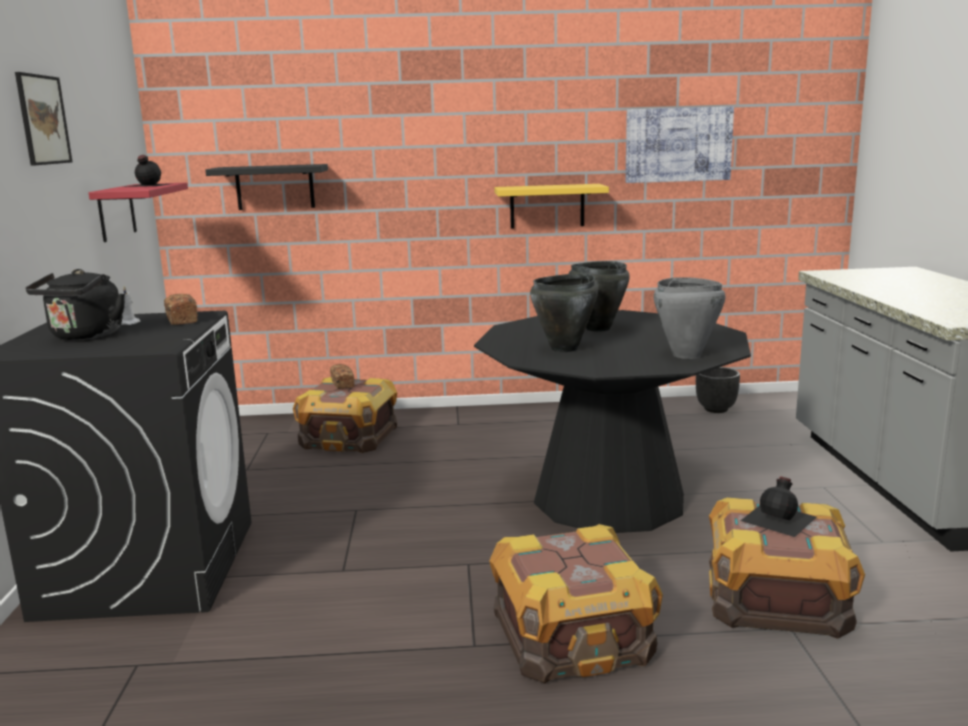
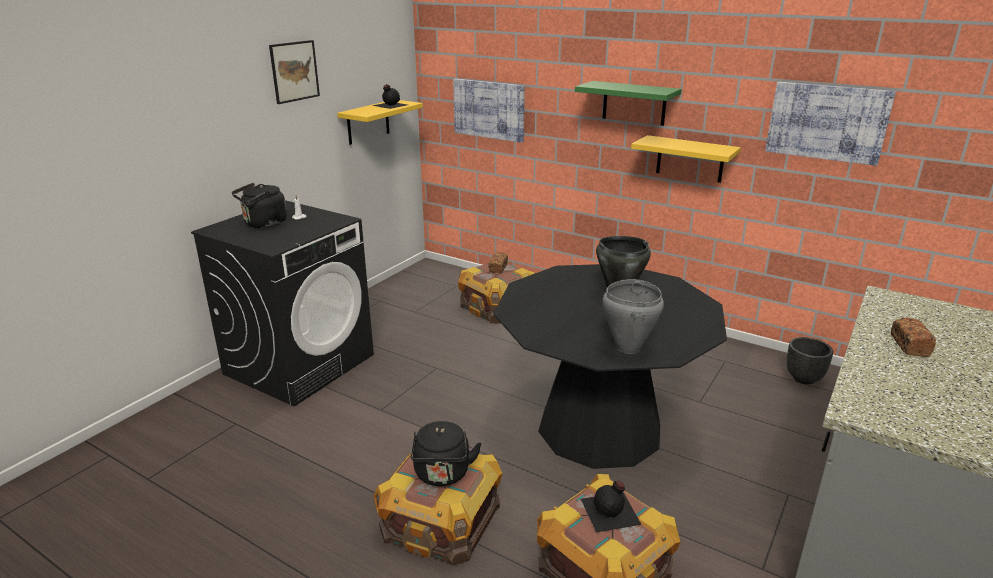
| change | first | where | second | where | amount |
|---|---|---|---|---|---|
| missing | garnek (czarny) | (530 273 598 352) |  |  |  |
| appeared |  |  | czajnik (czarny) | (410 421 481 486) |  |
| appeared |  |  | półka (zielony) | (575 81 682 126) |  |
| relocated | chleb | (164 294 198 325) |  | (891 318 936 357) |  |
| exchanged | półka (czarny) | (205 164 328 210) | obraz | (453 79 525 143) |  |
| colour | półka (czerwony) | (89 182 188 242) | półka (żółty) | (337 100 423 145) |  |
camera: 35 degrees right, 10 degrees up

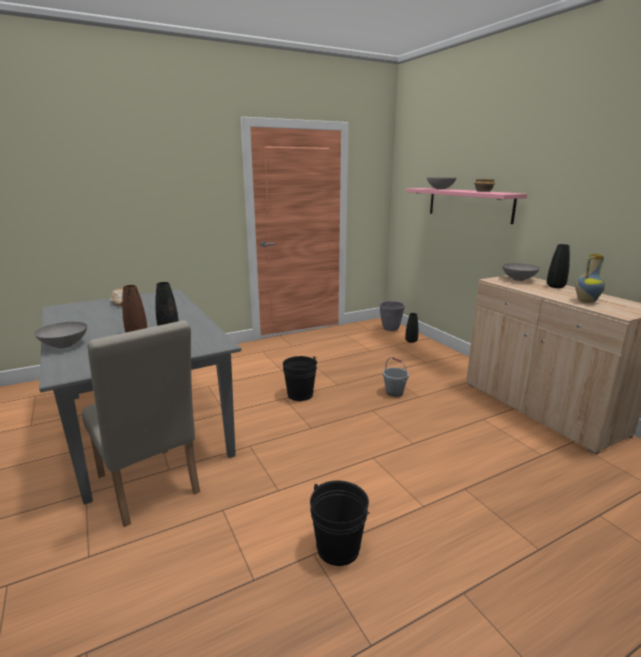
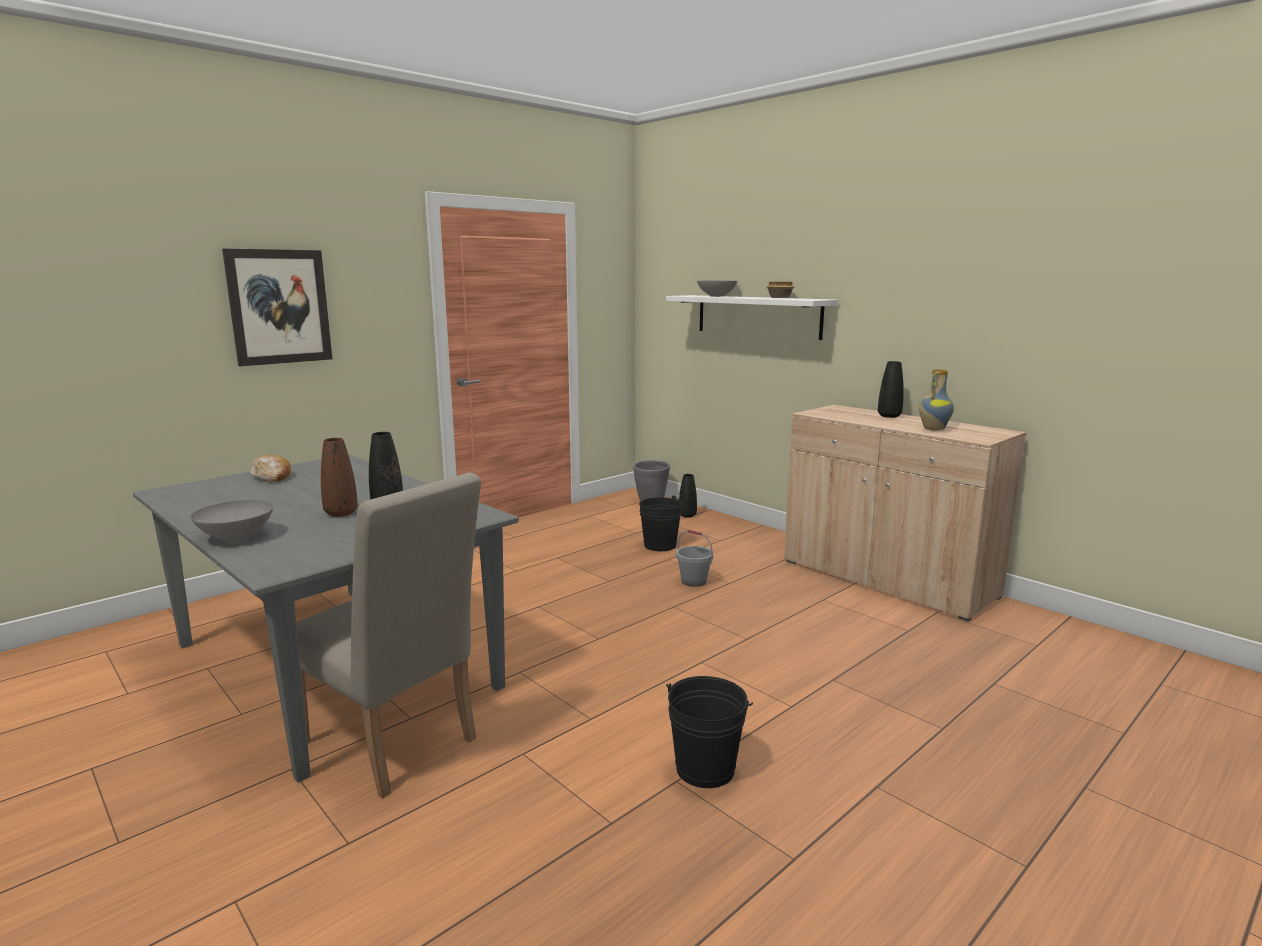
| change | first | where | second | where | amount |
|---|---|---|---|---|---|
| missing | miska (szary) | (502 263 540 281) |  |  |  |
| appeared |  |  | obraz | (222 249 332 366) |  |
| relocated | wiadro (czarny) | (283 356 317 401) |  | (639 495 682 551) |  |
| colour | półka (różowy) | (406 188 527 224) | półka (biały) | (666 295 838 340) |  |
camera: 15 degrees left, 5 degrees down

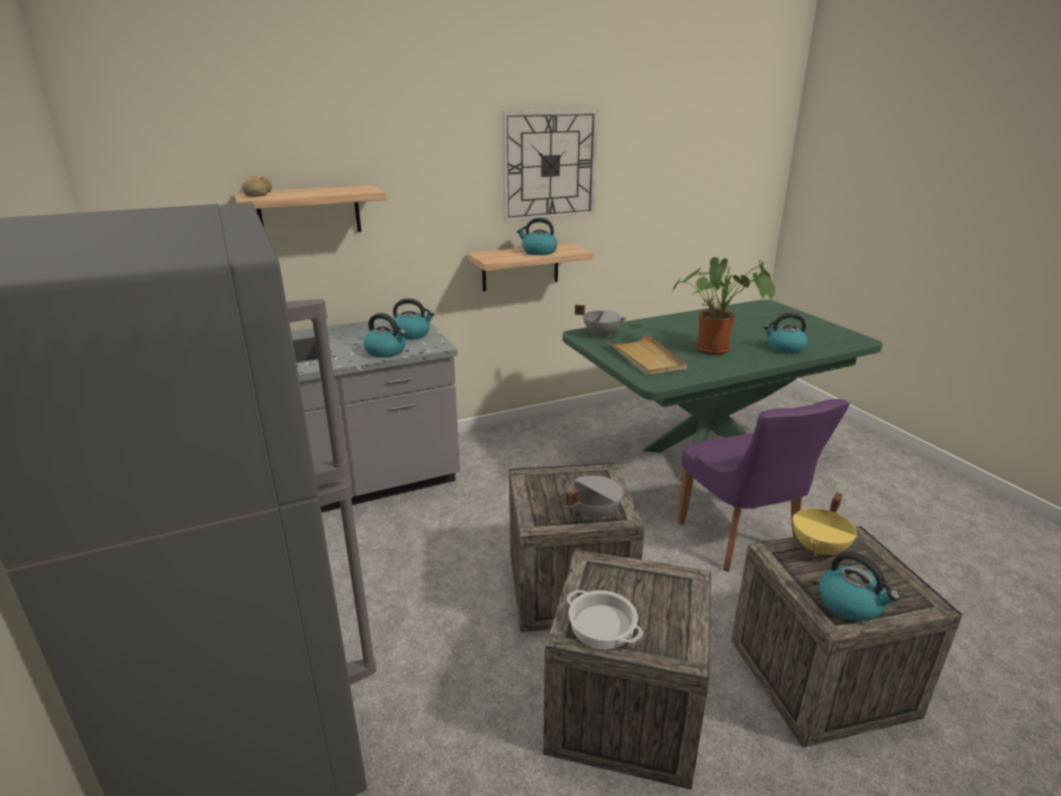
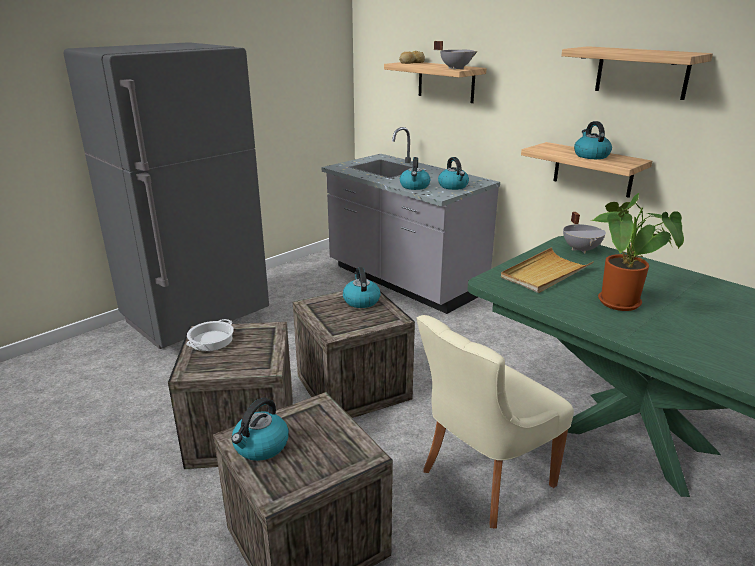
| change | first | where | second | where | amount |
|---|---|---|---|---|---|
| missing | garnek (żółty) | (793 493 857 556) |  |  |  |
| relocated | garnek (szary) | (566 476 623 519) |  | (434 41 478 70) |  |
| relocated | czajnik | (764 313 808 353) |  | (343 267 380 308) |  |
| exchanged | zegar ścienny | (502 110 598 222) | półka | (561 46 713 100) |  |
| colour | krzesło (fioletowy) | (678 399 850 572) | krzesło (beżowy) | (416 315 574 529) |  |
camera: 70 degrees right, 0 degrees up

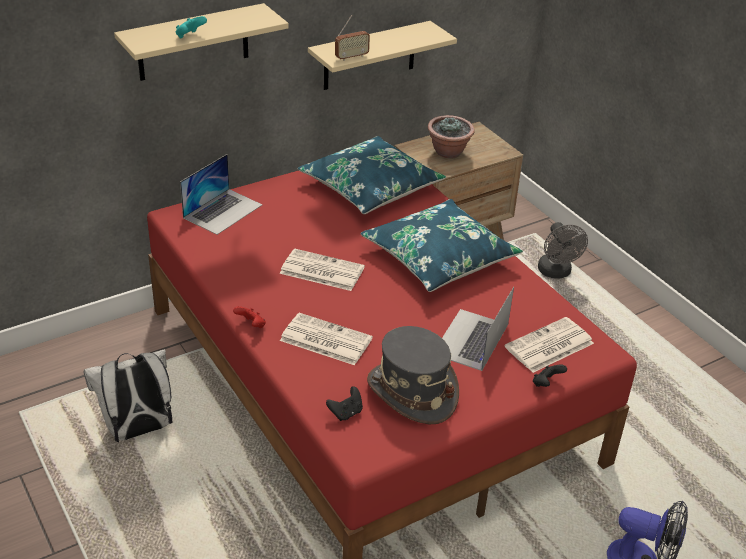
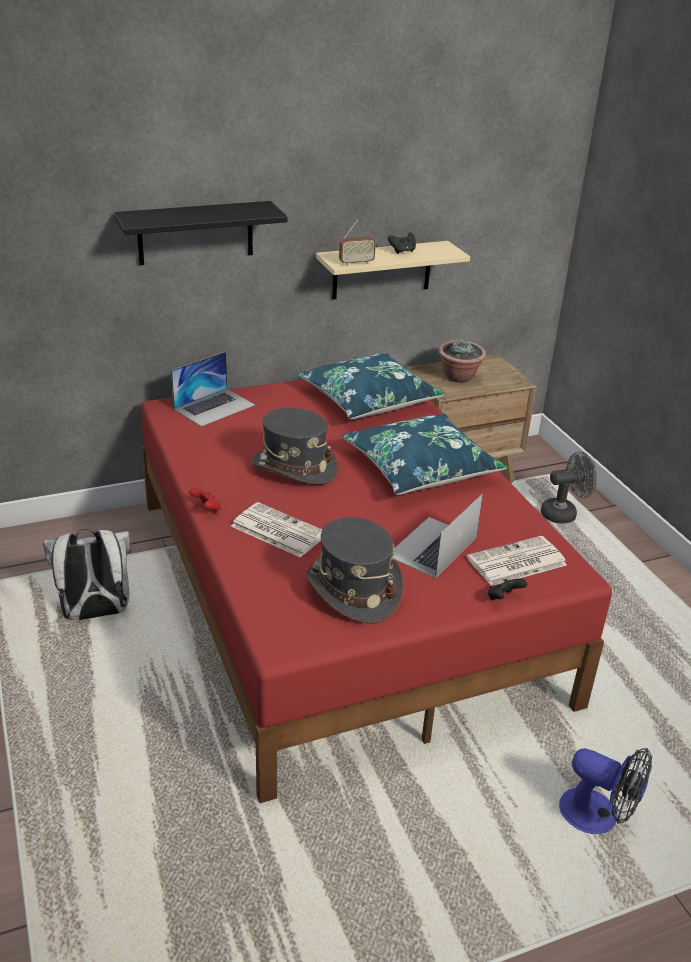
| change | first | where | second | where | amount |
|---|---|---|---|---|---|
| missing | pad do gier (turkusowy) | (176 16 207 39) |  |  |  |
| relocated | pad do gier (czarny) | (326 386 363 421) |  | (388 232 416 254) |  |
| exchanged | gazeta | (280 249 365 291) | kapelusz (szary) | (251 408 338 485) |  |
| colour | półka (beżowy) | (114 3 289 81) | półka (czarny) | (114 201 288 265) |  |
| spun | wentylator (szary) | (538 222 588 278) |  | (541 452 597 524) | 105 degrees counterclockwise |
camera: 10 degrees right, 5 degrees down

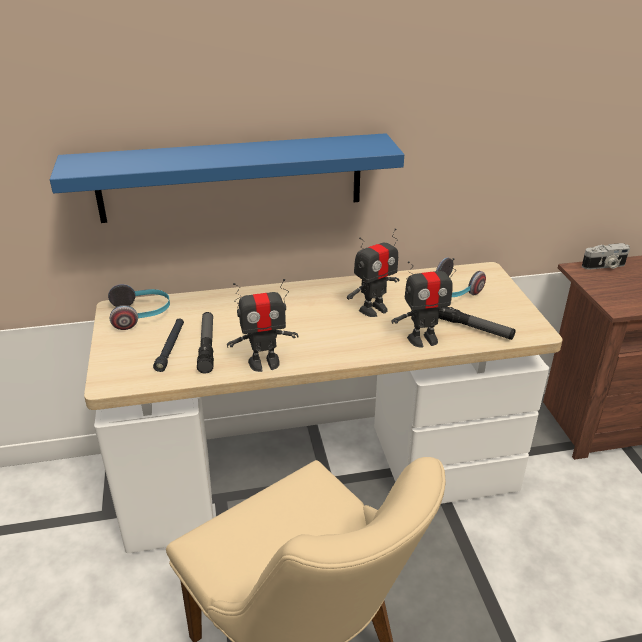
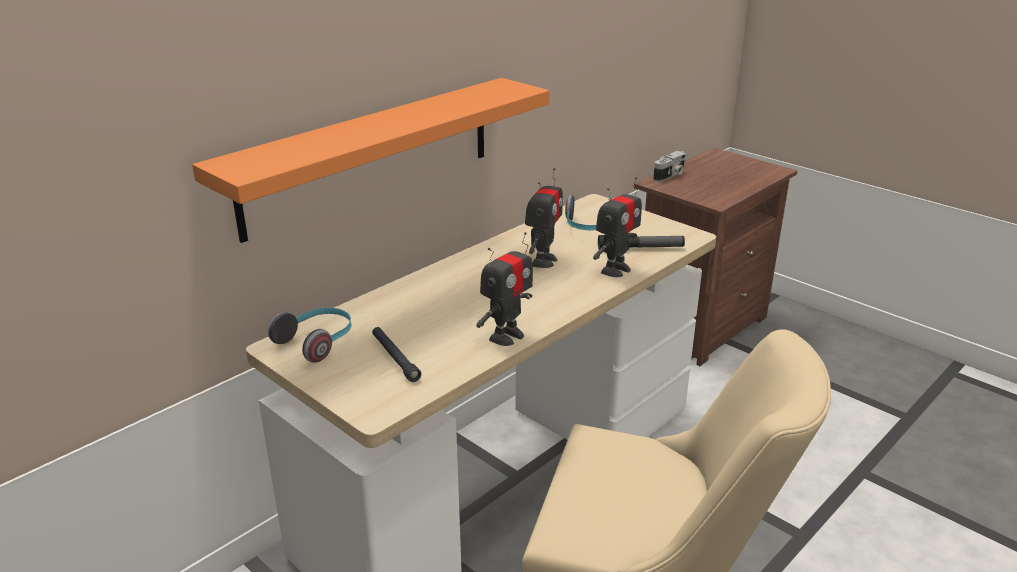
| change | first | where | second | where | amount |
|---|---|---|---|---|---|
| missing | latarka | (197 312 214 374) |  |  |  |
| colour | półka (niebieski) | (50 133 404 223) | półka (pomarańczowy) | (192 78 550 243) |  |
camera: 35 degrees left, 5 degrees down

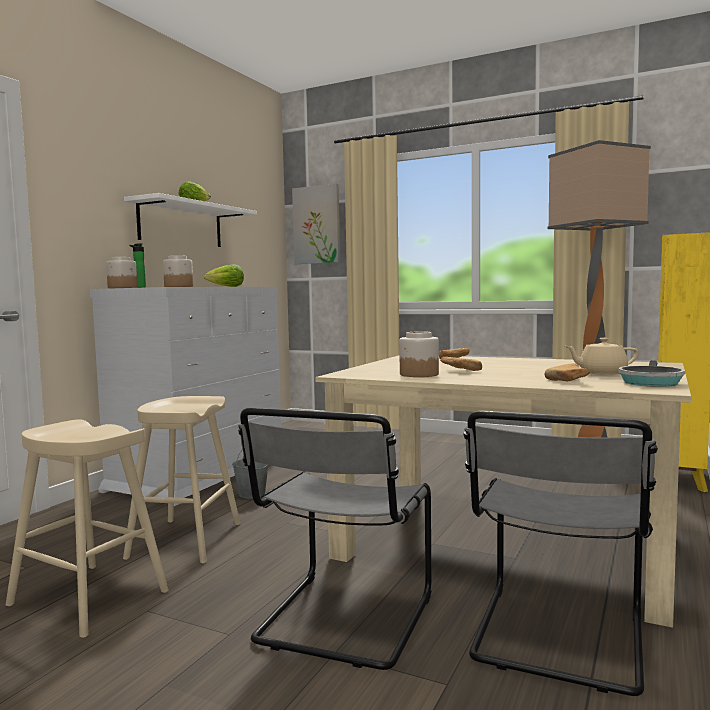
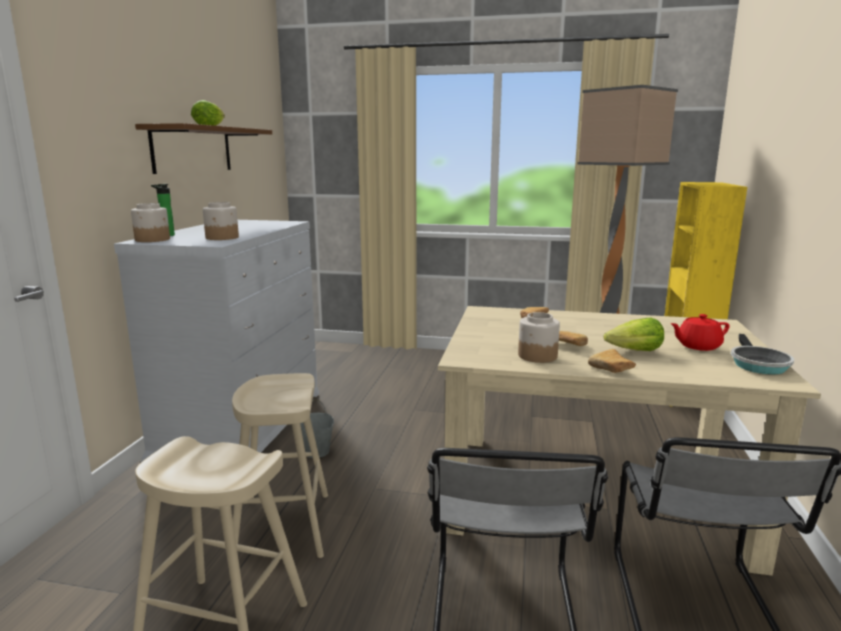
| change | first | where | second | where | amount |
|---|---|---|---|---|---|
| missing | obraz | (292 184 340 264) |  |  |  |
| relocated | sałata | (204 265 244 287) |  | (604 318 664 351) |  |
| relocated | chleb | (545 363 590 381) |  | (588 349 636 373) |  |
| colour | półka (biały) | (124 193 257 247) | półka (brązowy) | (135 123 272 174) |  |
| colour | imbryk (beżowy) | (565 338 639 375) | imbryk (czerwony) | (671 314 729 351) |  |
camera: 15 degrees left, 10 degrees up

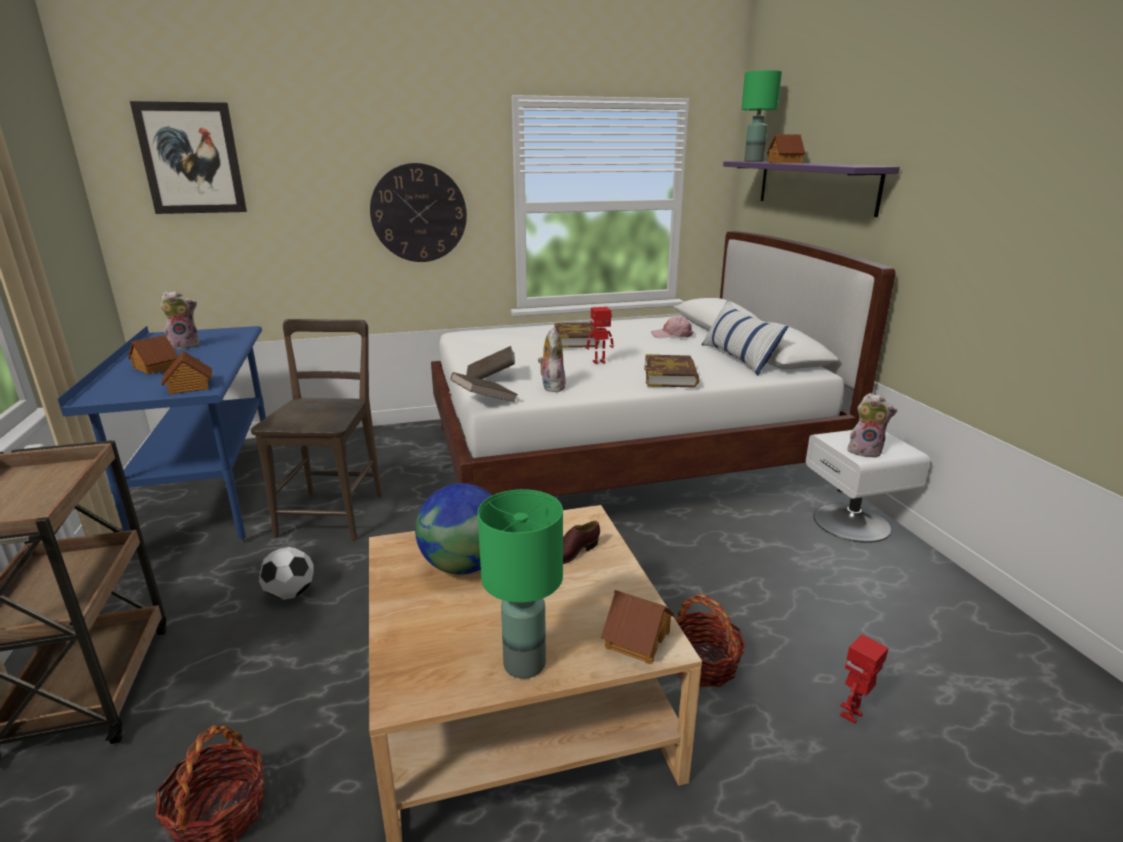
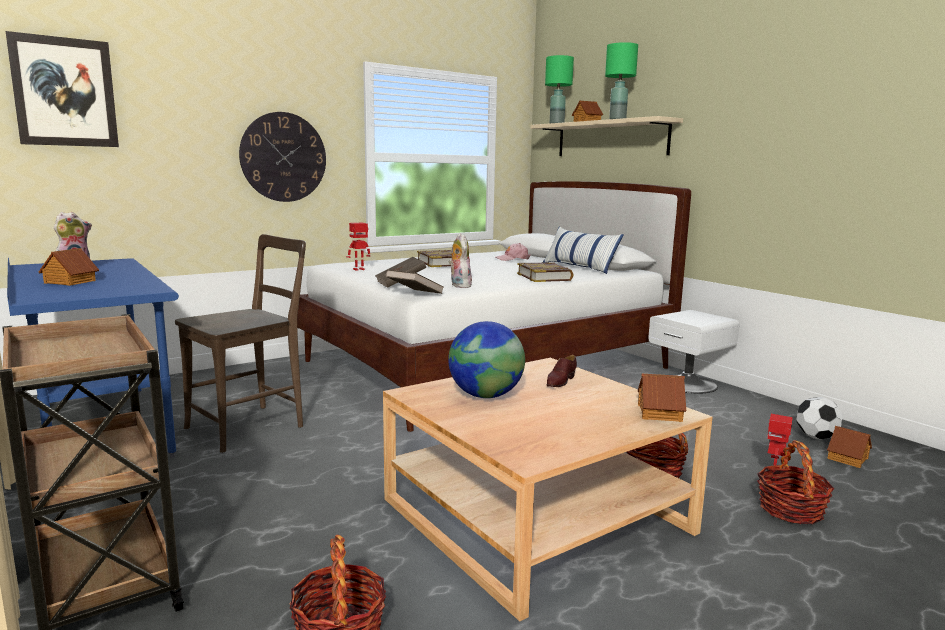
| change | first | where | second | where | amount |
|---|---|---|---|---|---|
| missing | pluszak | (847 393 898 458) |  |  |  |
| appeared |  |  | koszyk | (757 440 835 524) |  |
| relocated | domek | (161 351 212 395) |  | (827 426 872 468) |  |
| relocated | piłka futbolowa | (259 547 314 600) |  | (796 397 843 439) |  |
| relocated | lampa stołowa (zielony) | (478 489 563 679) |  | (605 42 638 119) |  |
| relocated | robot zabawkowy | (585 307 614 364) |  | (346 223 370 271) |  |
| colour | półka (fioletowy) | (723 161 900 217) | półka (beżowy) | (530 116 683 156) |  |
| spun | krzesło (brązowy) | (251 319 382 541) |  | (175 234 306 453) | 60 degrees clockwise |
camera: 20 degrees left, 10 degrees down

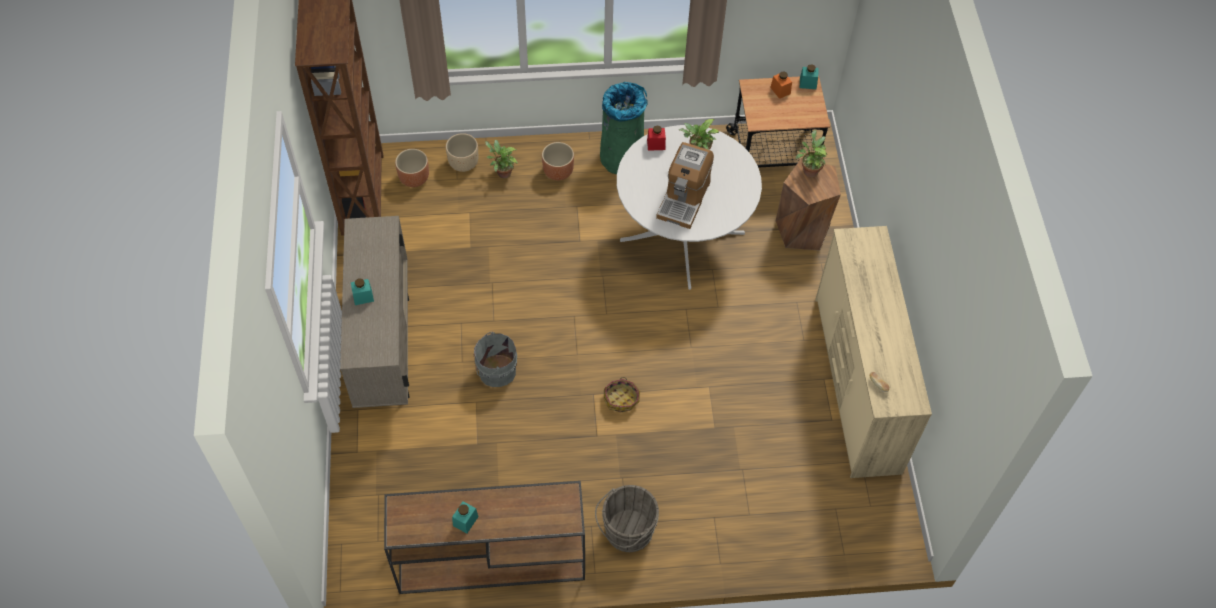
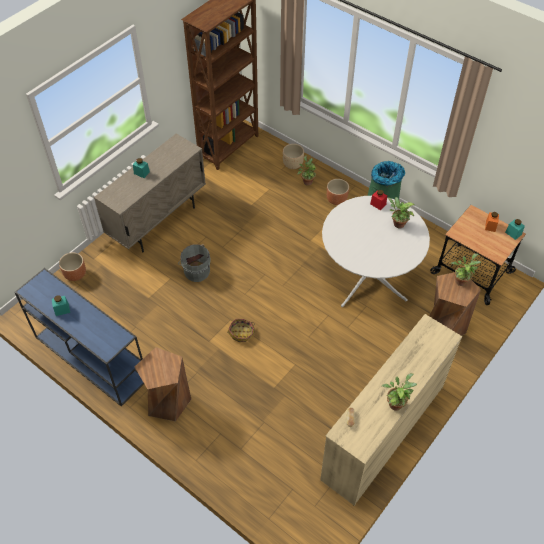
| change | first | where | second | where | amount |
|---|---|---|---|---|---|
| missing | ekspres do kawy | (656 142 714 229) |  |  |  |
| appeared |  |  | roślina doniczkowa | (382 373 417 411) |  |
| relocated | donica (brązowy) | (395 149 429 187) |  | (59 252 86 281) |  |
| exchanged | wiadro (szary) | (595 485 659 553) | stołek (brązowy) | (135 347 191 422) |  |
| colour | stolik konsolowy (brązowy) | (384 481 585 594) | stolik konsolowy (niebieski) | (14 268 144 406) |  |
camera: 45 degrees right, 5 degrees down

